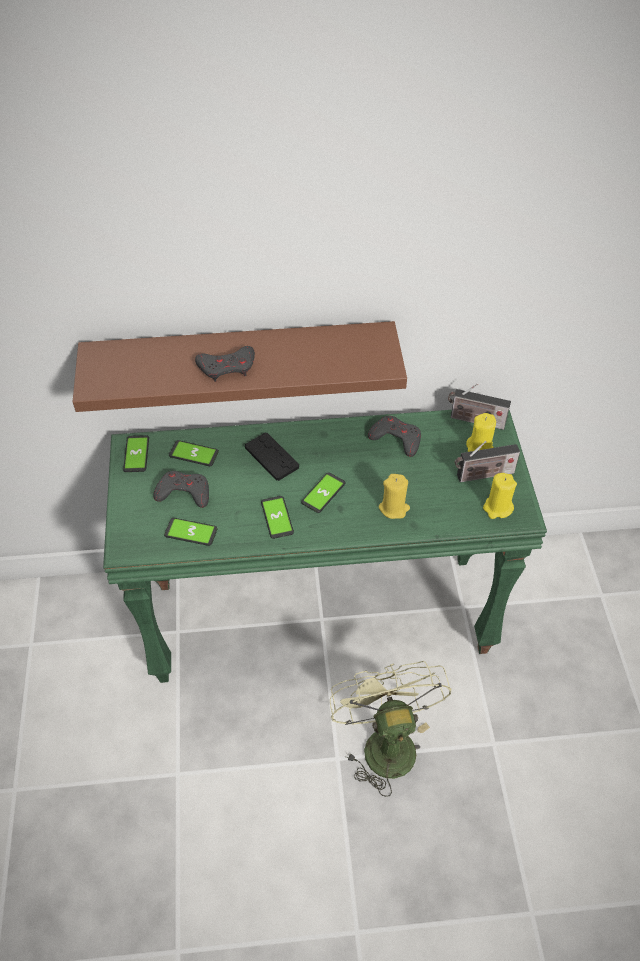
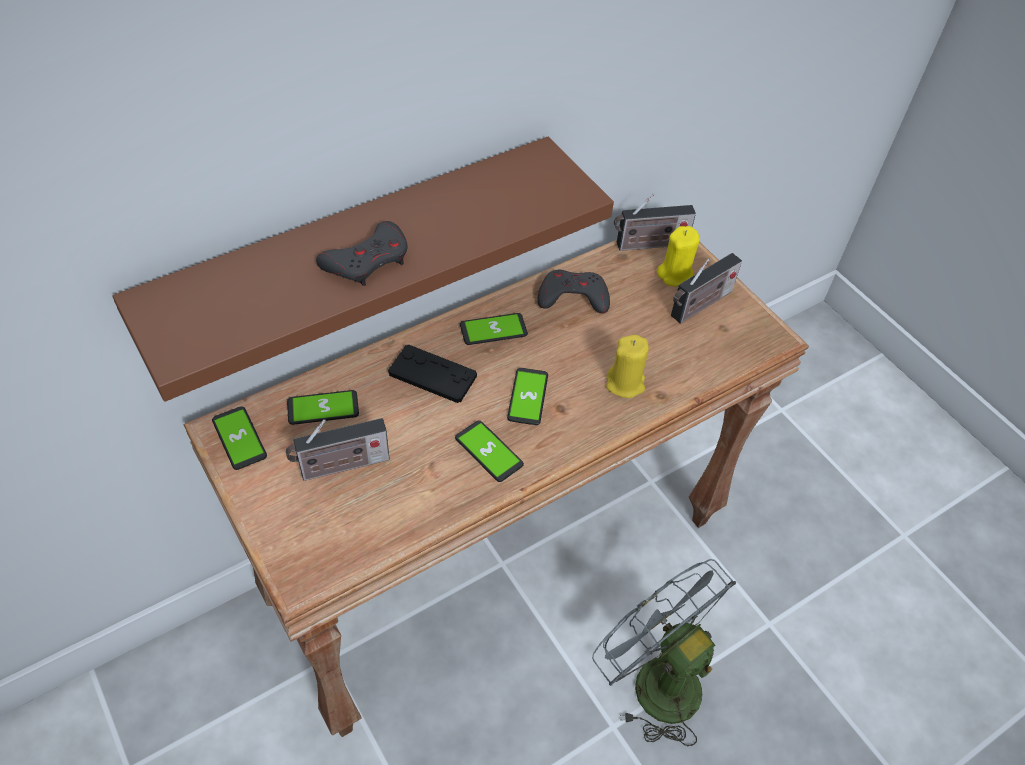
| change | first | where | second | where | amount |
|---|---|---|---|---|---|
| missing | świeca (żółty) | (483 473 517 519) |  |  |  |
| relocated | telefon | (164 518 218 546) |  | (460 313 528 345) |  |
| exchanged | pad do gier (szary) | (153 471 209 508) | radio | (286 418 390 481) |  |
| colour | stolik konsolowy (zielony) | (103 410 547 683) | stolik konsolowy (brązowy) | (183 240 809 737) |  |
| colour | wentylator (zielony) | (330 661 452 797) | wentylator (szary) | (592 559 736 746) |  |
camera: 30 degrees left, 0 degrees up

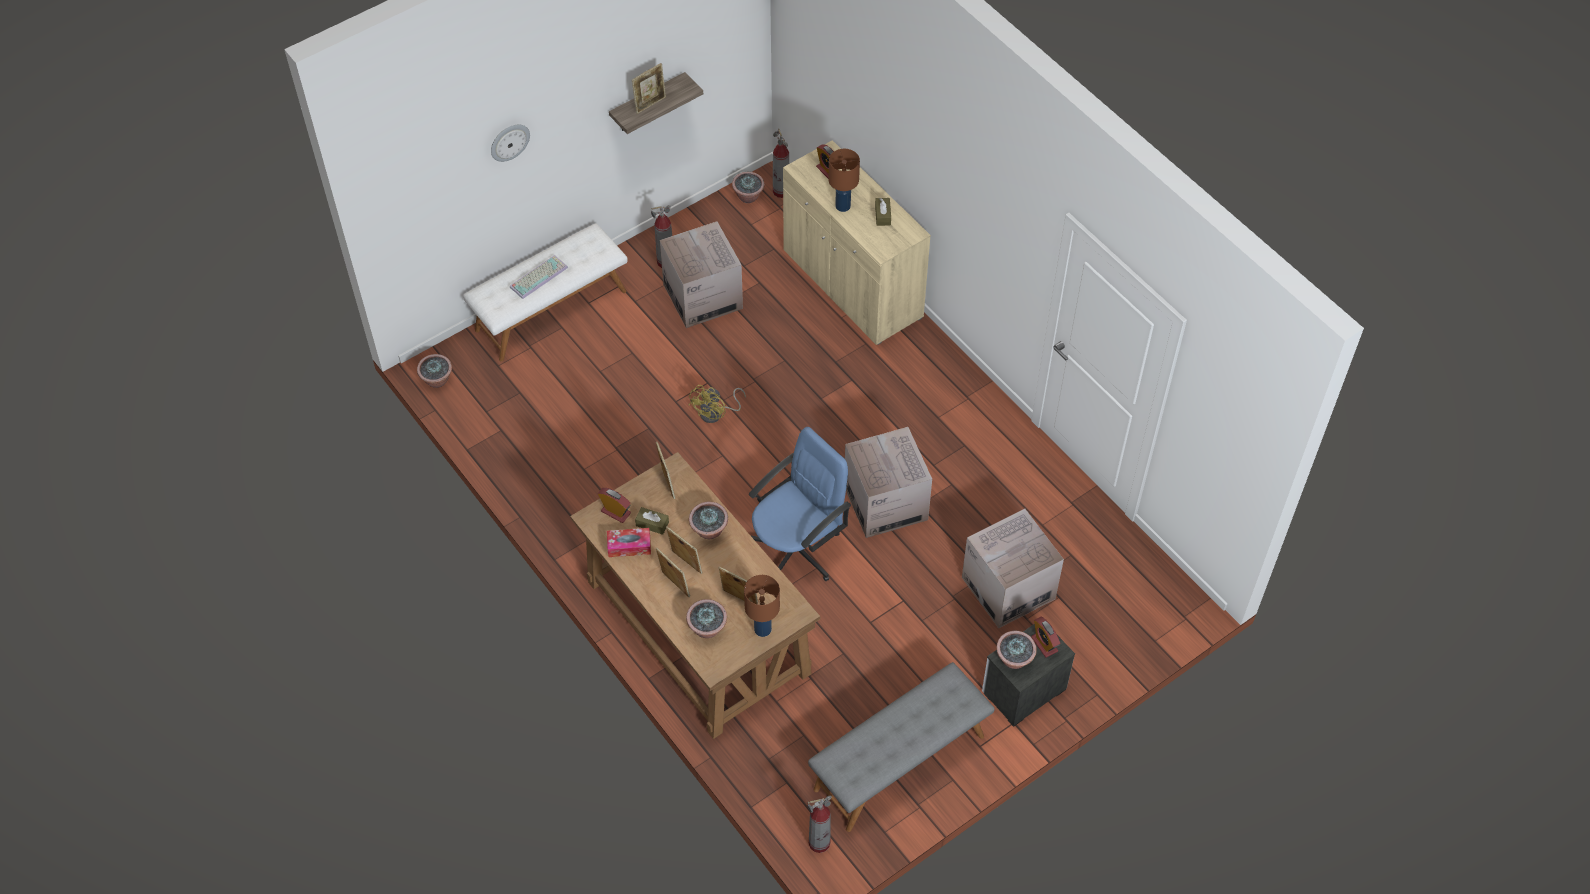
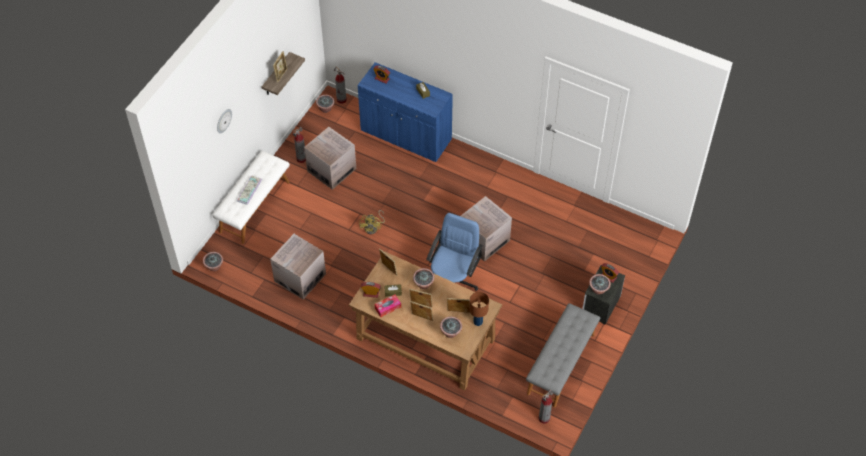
| change | first | where | second | where | amount |
|---|---|---|---|---|---|
| missing | lampa stołowa (brązowy) | (829 149 860 212) |  |  |  |
| relocated | karton | (962 509 1064 628) |  | (270 234 326 299) |  |
| colour | szafka (beżowy) | (783 140 931 345) | szafka (niebieski) | (358 62 453 162) |  |
camera: 25 degrees left, 0 degrees up

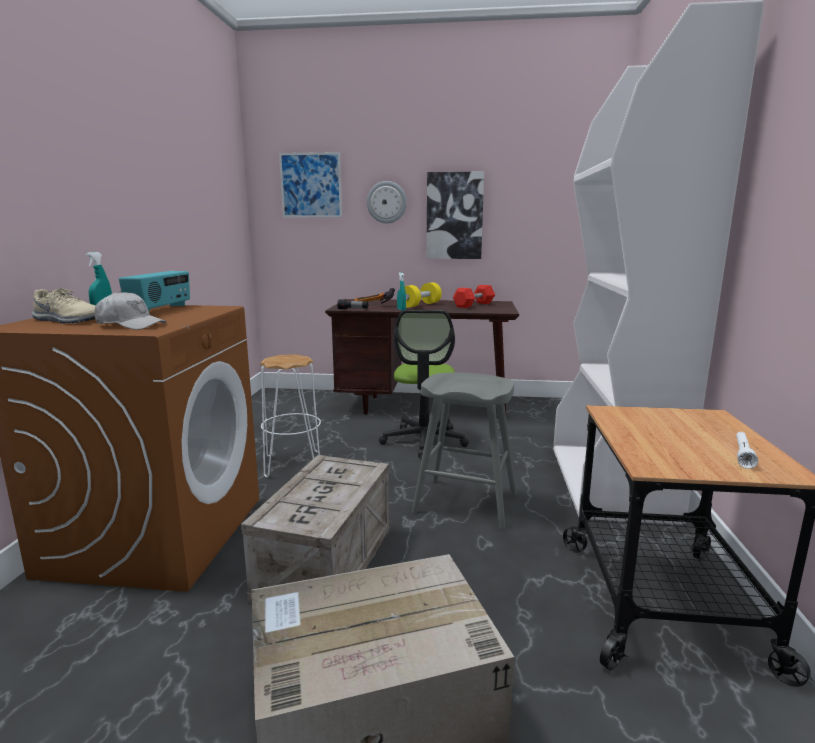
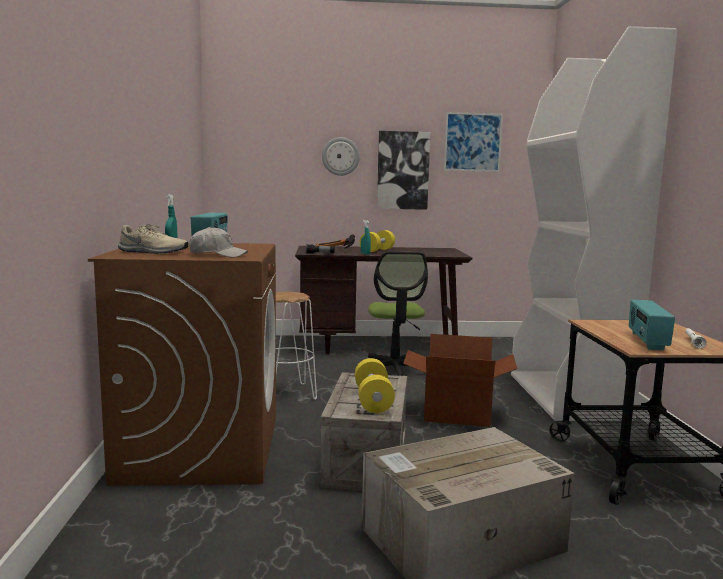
| change | first | where | second | where | amount |
|---|---|---|---|---|---|
| missing | hantel (czerwony) | (453 285 495 308) |  |  |  |
| appeared |  |  | hantel (żółty) | (355 358 395 413) |  |
| appeared |  |  | radio | (629 300 675 350) |  |
| relocated | obraz | (279 152 342 218) |  | (444 112 503 172) |  |
| exchanged | stołek (szary) | (412 373 516 529) | karton | (403 334 517 427) |  |
camera: 10 degrees left, 5 degrees down

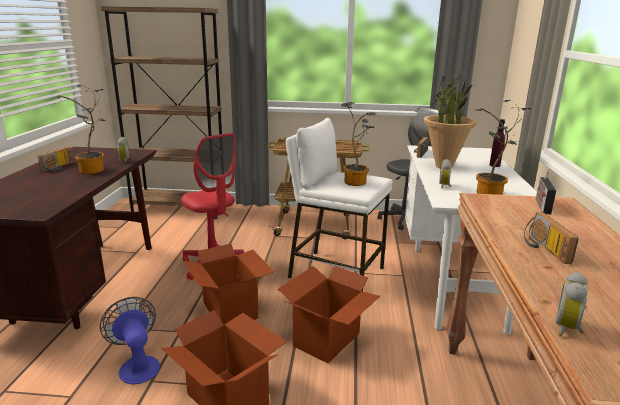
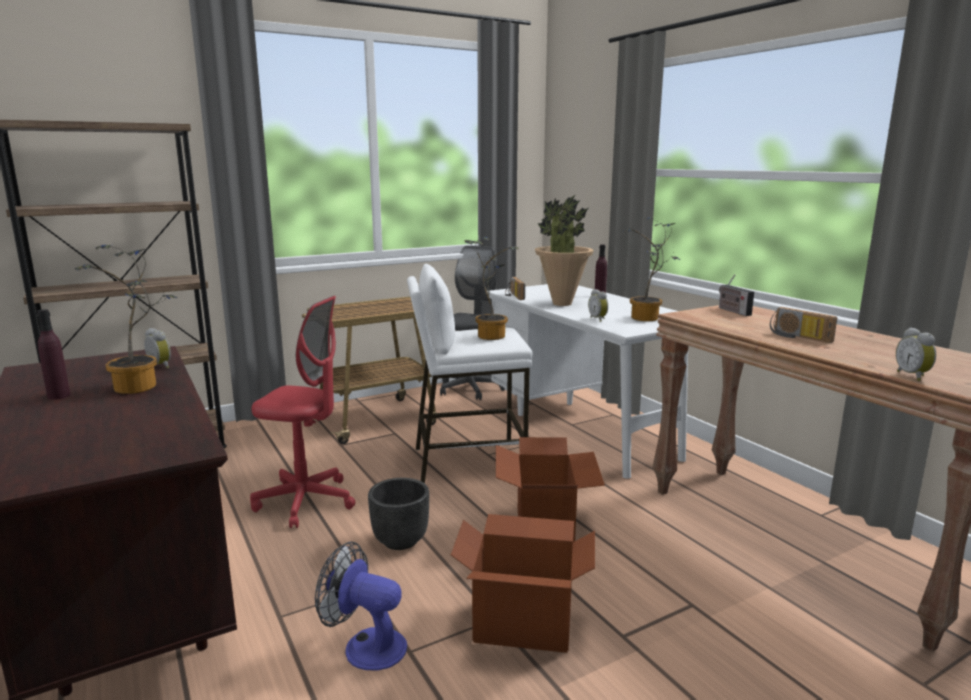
| change | first | where | second | where | amount |
|---|---|---|---|---|---|
| exchanged | radio | (38 147 72 172) | butelka (fioletowy) | (37 309 71 400) |  |
| exchanged | karton | (183 244 275 325) | donica (czarny) | (368 478 429 550) |  |
camera: 35 degrees left, 5 degrees down

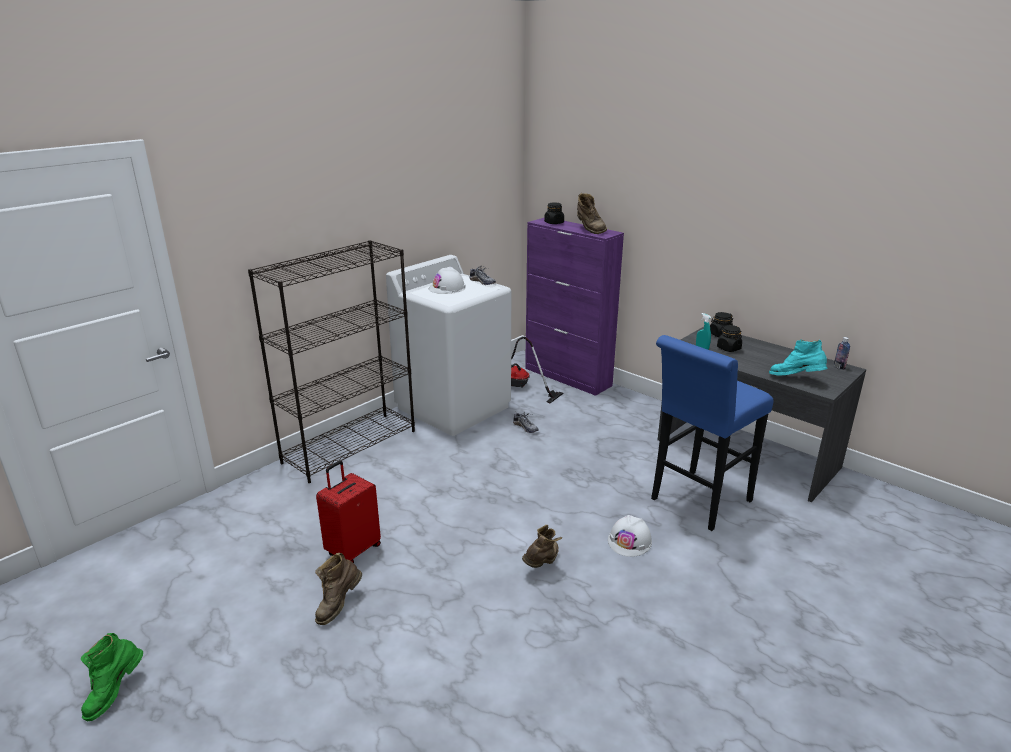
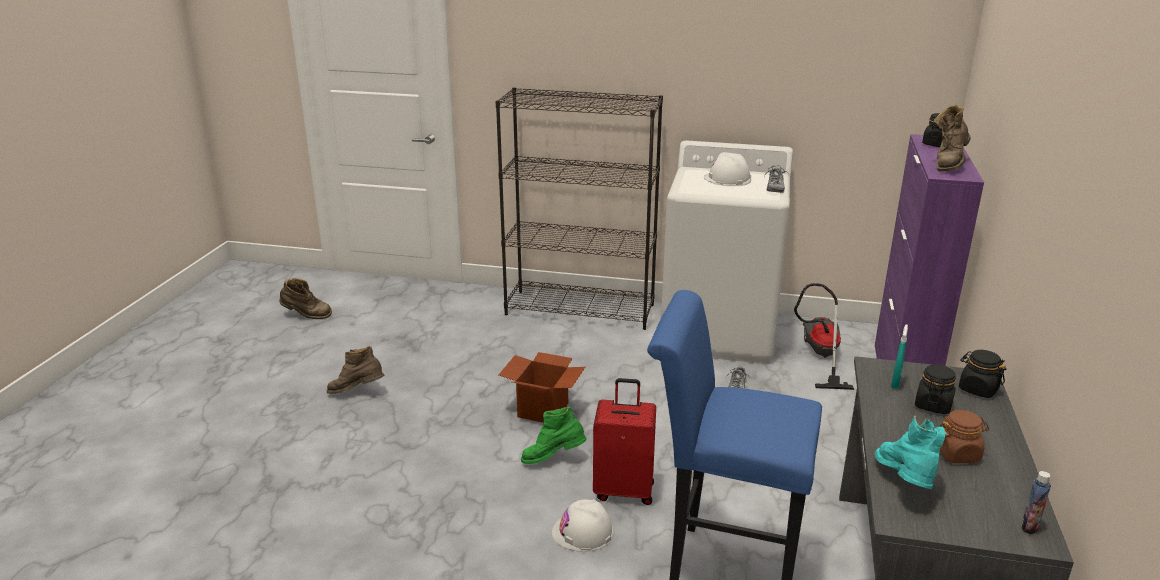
| change | first | where | second | where | amount |
|---|---|---|---|---|---|
| appeared |  |  | karton | (499 352 585 423) |  |
| appeared |  |  | słoik (brązowy) | (939 410 989 463) |  |
| relocated | but z cholewką (zielony) | (81 633 143 721) |  | (521 406 587 464) |  |
| relocated | walizka (czerwony) | (316 461 381 563) |  | (593 378 656 505) |  |
| relocated | but z cholewką (brązowy) | (522 525 562 568) |  | (279 278 332 319) |  |
camera: 60 degrees right, 0 degrees up

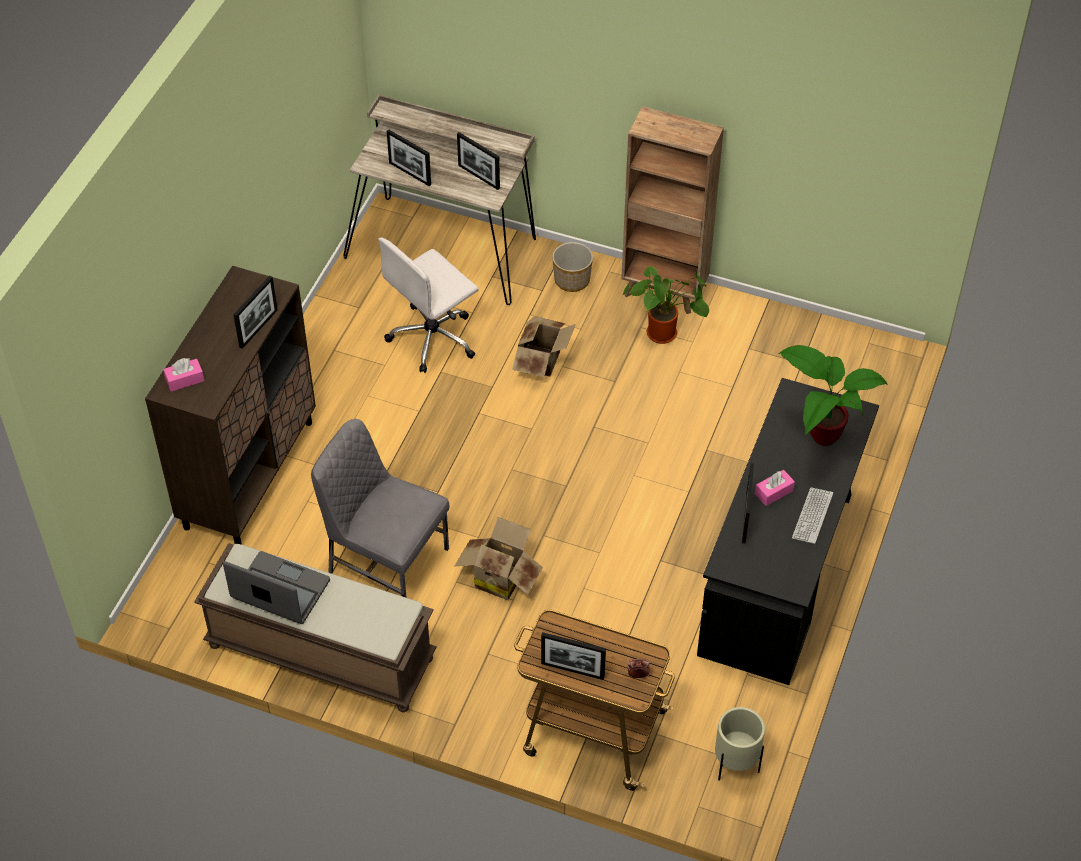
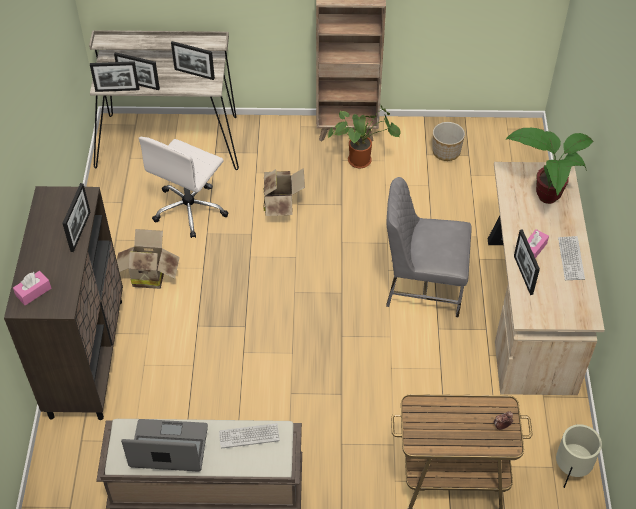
| change | first | where | second | where | amount |
|---|---|---|---|---|---|
| appeared |  |  | klawiatura | (219 423 280 448) |  |
| relocated | krzesło (szary) | (311 419 449 598) |  | (386 177 472 317) |  |
| relocated | karton | (455 517 543 600) |  | (117 229 180 289) |  |
| relocated | ramka na zdjęcie | (541 632 606 680) |  | (90 61 139 92) |  |
| relocated | donica | (552 242 593 292) |  | (432 122 465 161) |  |
| colour | biurko (czarny) | (697 378 879 685) | biurko (beżowy) | (488 162 605 395) |  |
camera: 20 degrees left, 0 degrees up

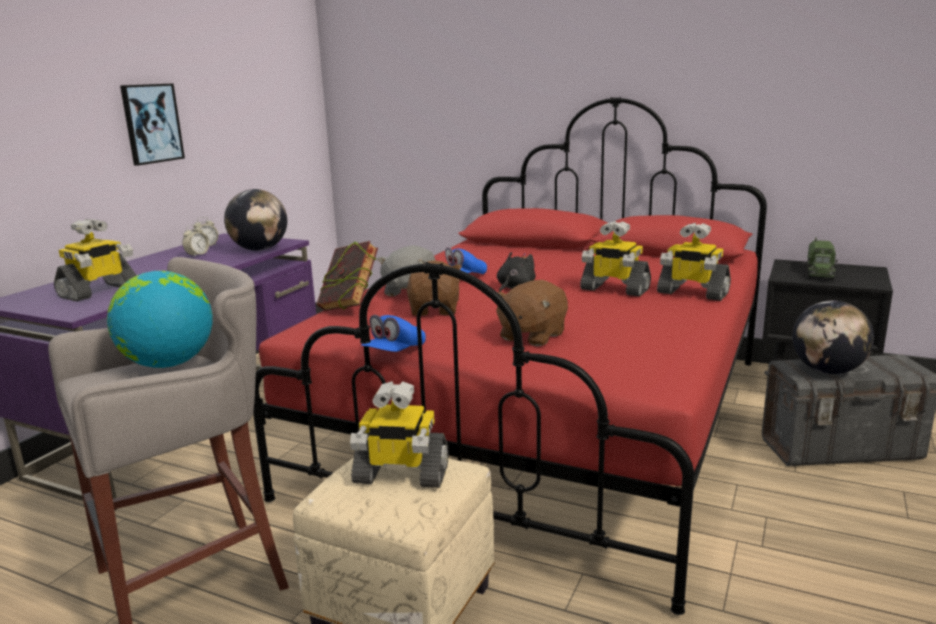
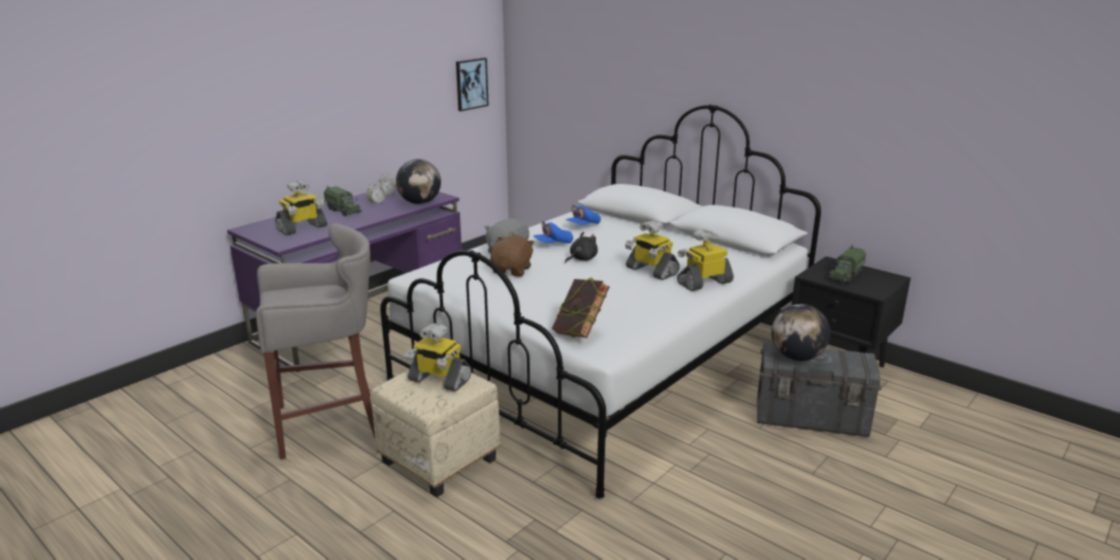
| change | first | where | second | where | amount |
|---|---|---|---|---|---|
| missing | globus | (107 271 213 368) |  |  |  |
| missing | pluszak (brązowy) | (496 280 568 346) |  |  |  |
| appeared |  |  | ciężarówka zabawkowa | (324 186 362 216) |  |
| relocated | obraz | (120 83 185 166) |  | (456 58 489 111) |  |
| relocated | książka | (316 241 378 311) |  | (552 277 610 338) |  |
| relocated | czapka z daszkiem (niebieski) | (362 315 426 352) |  | (566 205 601 225) |  |
| colour | łóżko (czerwony) | (253 97 767 615) | łóżko (biały) | (380 104 821 499) |  |
| spun | robot zabawkowy | (657 223 731 301) |  | (677 229 734 291) | 105 degrees clockwise |
camera: 15 degrees right, 5 degrees up

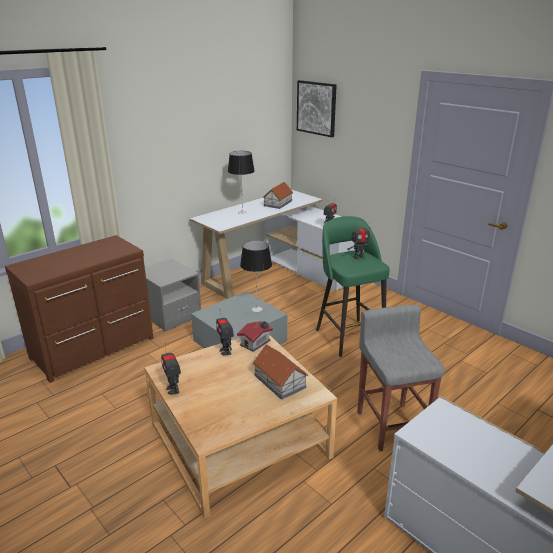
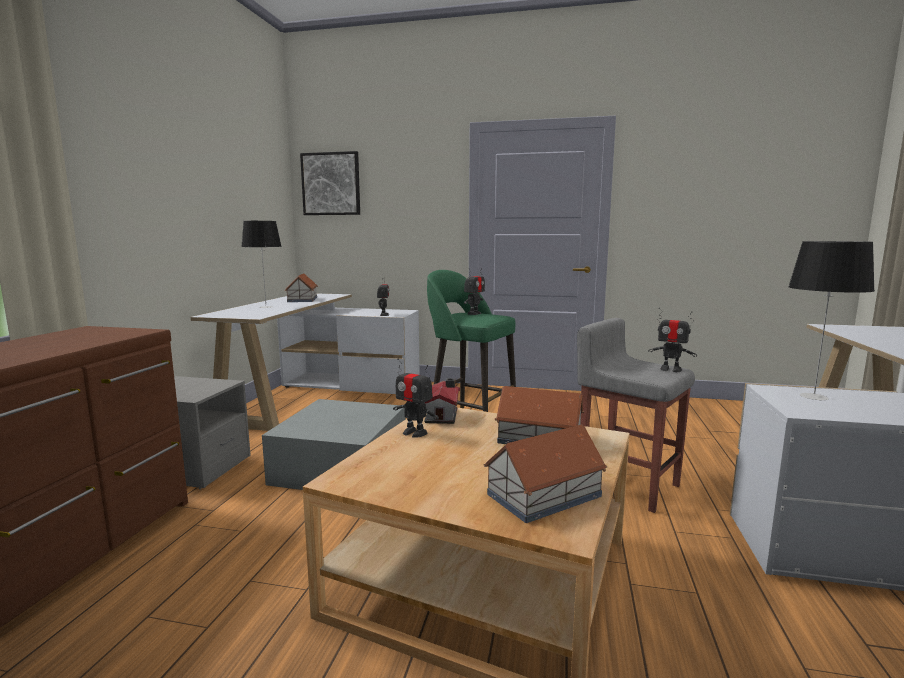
| change | first | where | second | where | amount |
|---|---|---|---|---|---|
| appeared |  |  | domek | (484 424 607 523) |  |
| relocated | robot zabawkowy | (161 343 181 395) |  | (648 308 697 372) |  |
| relocated | lampa stołowa | (240 240 272 312) |  | (788 241 875 401) |  |
camera: 35 degrees left, 15 degrees down

